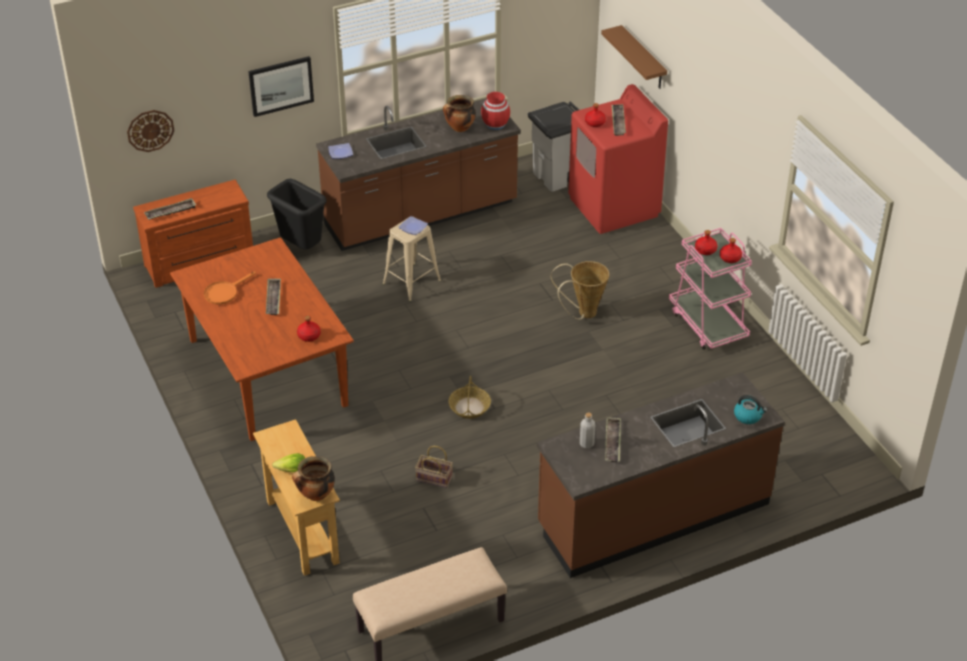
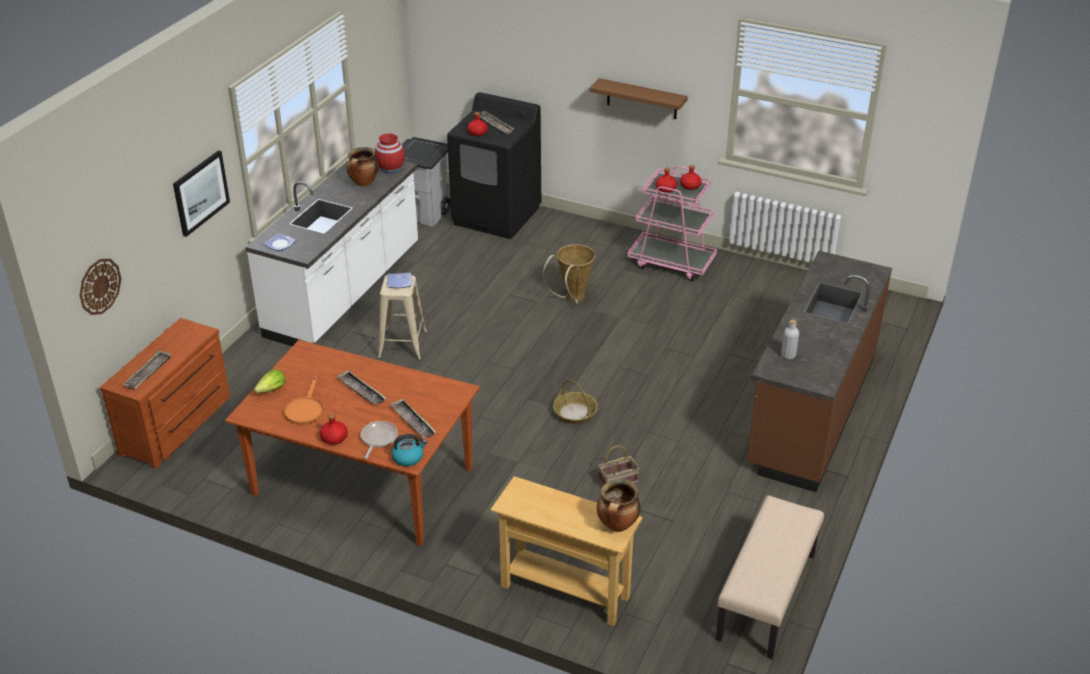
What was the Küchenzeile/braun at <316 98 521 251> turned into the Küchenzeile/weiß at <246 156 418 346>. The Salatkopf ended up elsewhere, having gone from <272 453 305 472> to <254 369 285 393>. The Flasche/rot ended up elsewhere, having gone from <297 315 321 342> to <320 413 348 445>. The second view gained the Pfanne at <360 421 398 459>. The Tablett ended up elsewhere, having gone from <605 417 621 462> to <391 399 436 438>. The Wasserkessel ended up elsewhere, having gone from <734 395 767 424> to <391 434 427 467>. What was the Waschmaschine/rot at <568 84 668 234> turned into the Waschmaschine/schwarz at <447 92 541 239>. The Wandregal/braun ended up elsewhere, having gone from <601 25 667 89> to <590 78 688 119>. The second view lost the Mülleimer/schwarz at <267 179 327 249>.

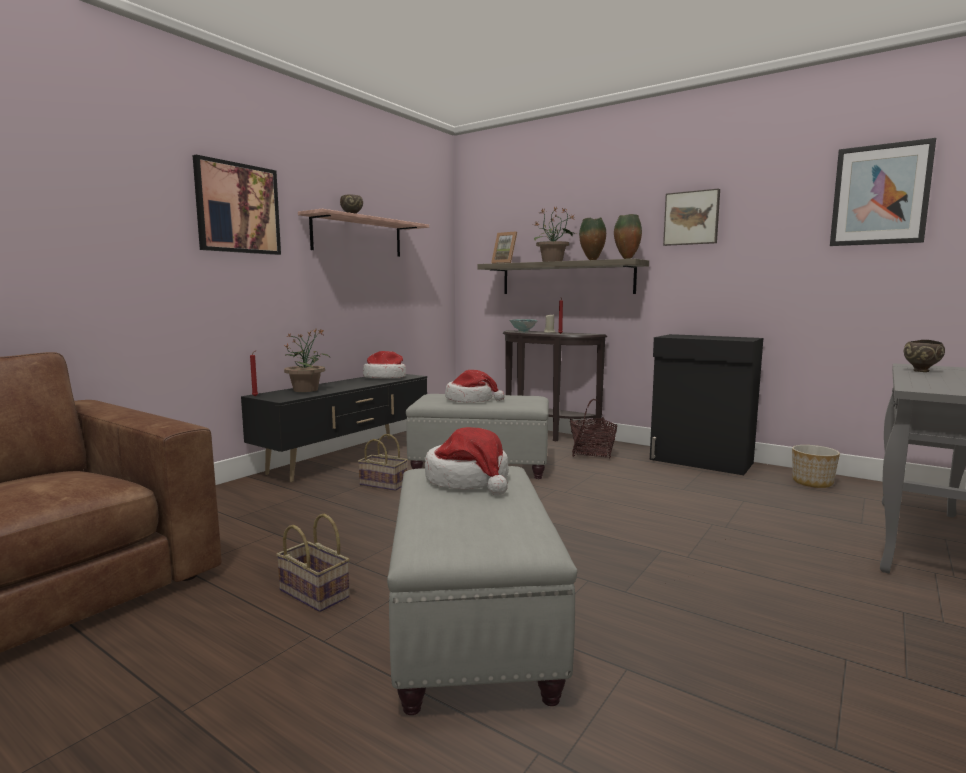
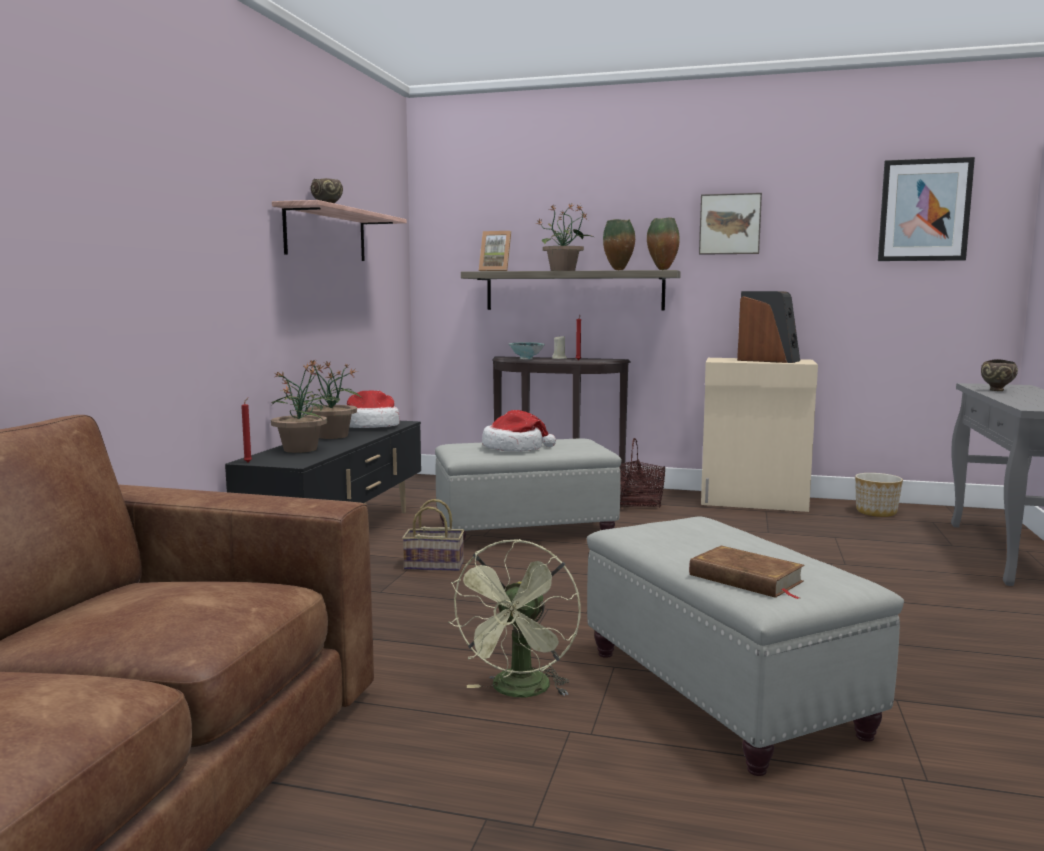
The second view gained the Topfpflanze at <303 360 363 439>. Where the Korb stood at <276 514 350 612>, the Ventilator/grün came to stand at <448 539 581 697>. The second view gained the Buch/braun at <689 546 805 599>. What was the Schrank/schwarz at <650 334 763 475> turned into the Schrank/beige at <701 358 818 512>. The second view gained the Lautsprecher at <737 291 800 363>. The second view lost the Bild at <193 155 281 255>. The second view lost the Hut at <425 427 509 496>.

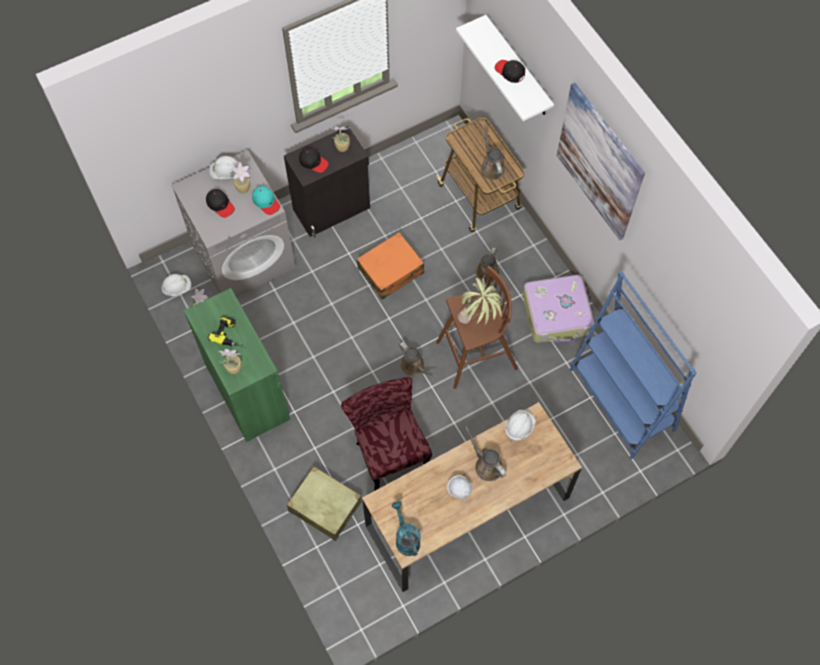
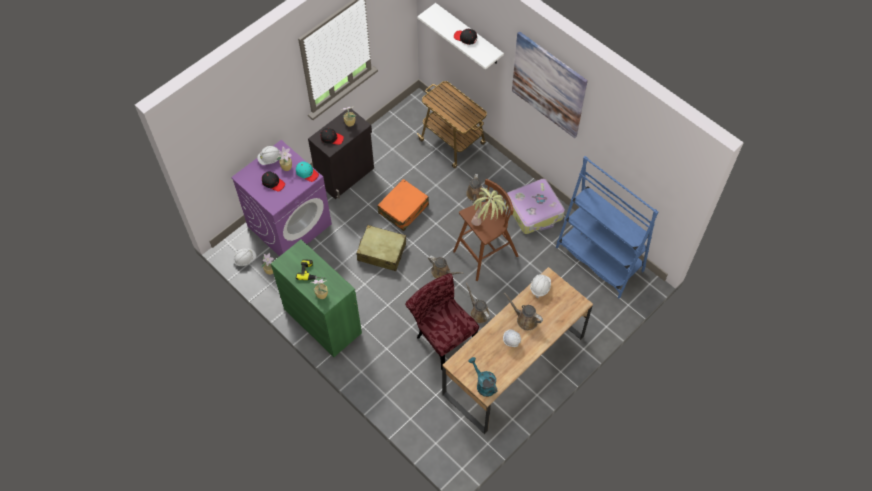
What was the Waschmaschine/grau at <171 150 296 297> turned into the Waschmaschine/lila at <231 140 332 256>. The Koffer/beige ended up elsewhere, having gone from <287 466 362 541> to <357 225 406 271>. The Gießkanne/braun ended up elsewhere, having gone from <481 123 505 180> to <466 283 490 324>.

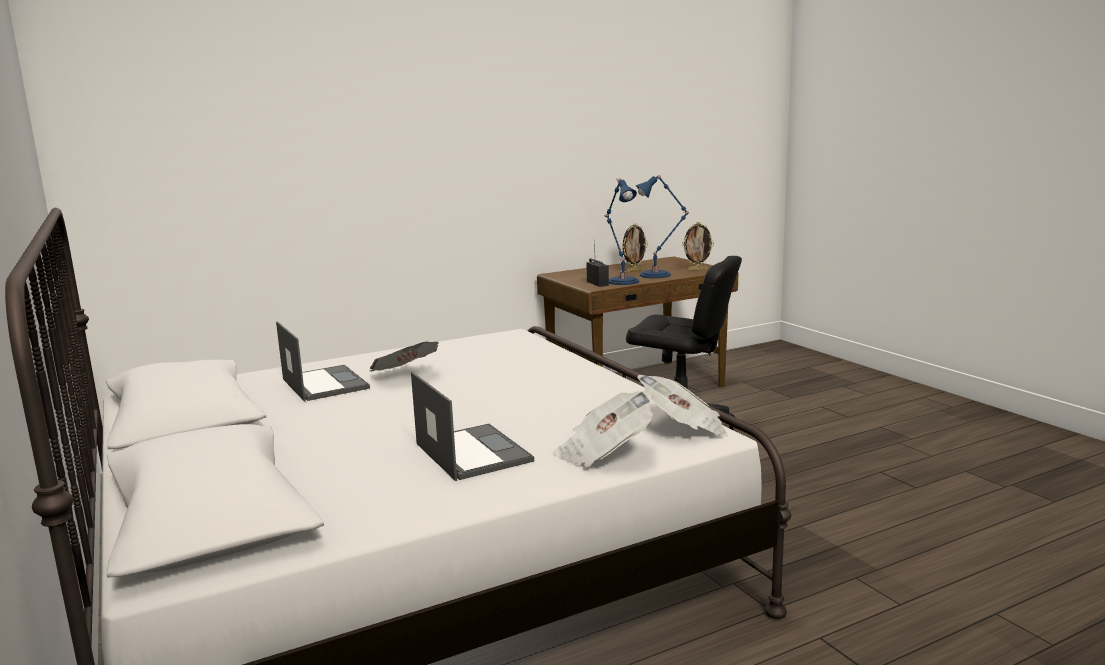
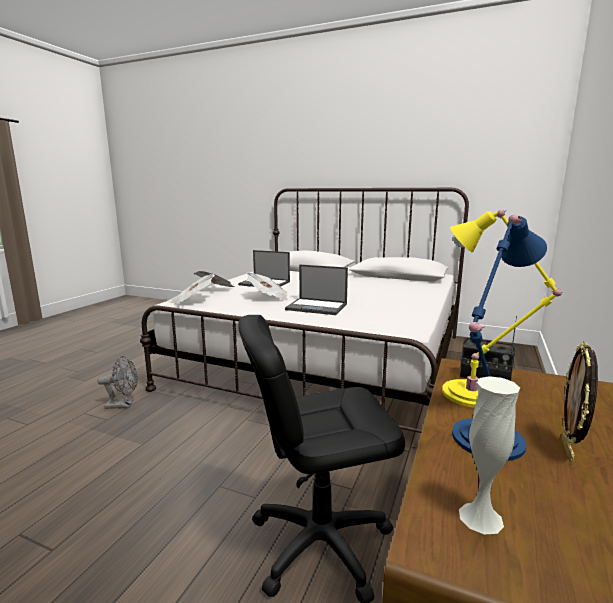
The second view gained the Ventilator/grau at <97 356 138 409>. The Zeitung ended up elsewhere, having gone from <370 342 439 371> to <247 272 288 301>. The Laptop ended up elsewhere, having gone from <276 322 370 401> to <285 265 348 315>. What was the Tischlampe/blau at <605 178 639 285> turned into the Tischlampe/gelb at <442 210 563 408>. Where the Bilderrahmen stood at <682 222 714 270>, the Vase/weiß came to stand at <459 376 520 534>.

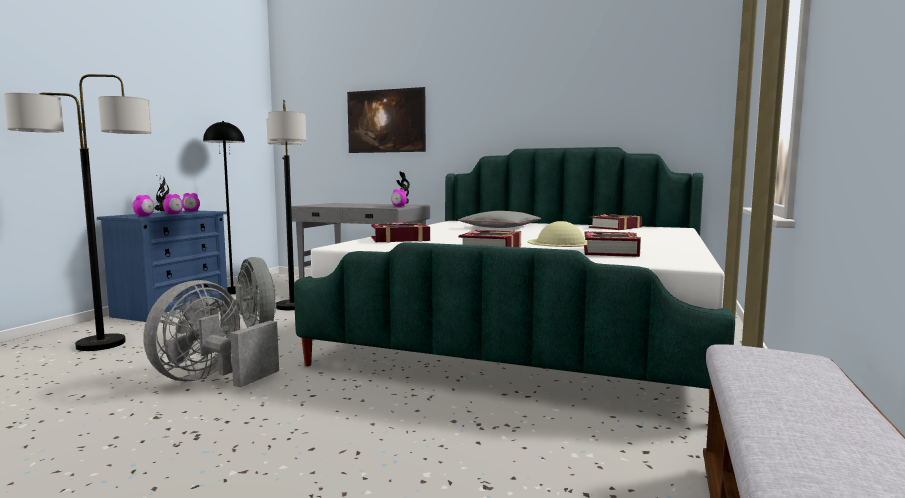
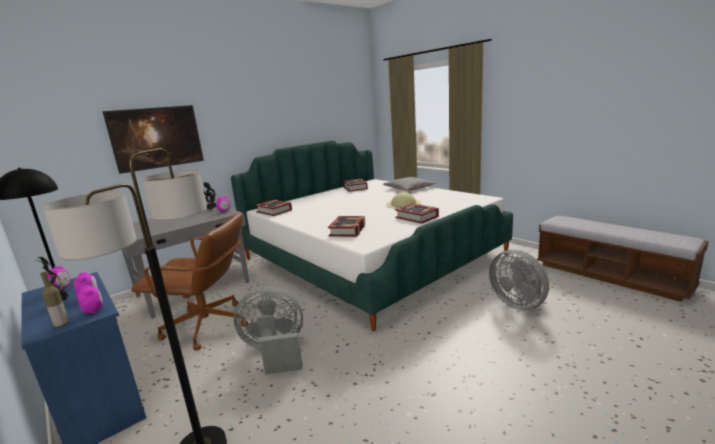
The second view gained the Flasche at <40 272 69 328>. Where the Stehlampe stood at <267 100 306 310>, the Bürostuhl/braun came to stand at <131 213 248 351>. The Buch ended up elsewhere, having gone from <584 231 641 257> to <255 200 292 216>. The Kissen/grau ended up elsewhere, having gone from <458 211 541 228> to <383 177 436 191>. The Ventilator/grau ended up elsewhere, having gone from <143 280 279 388> to <489 250 549 310>.

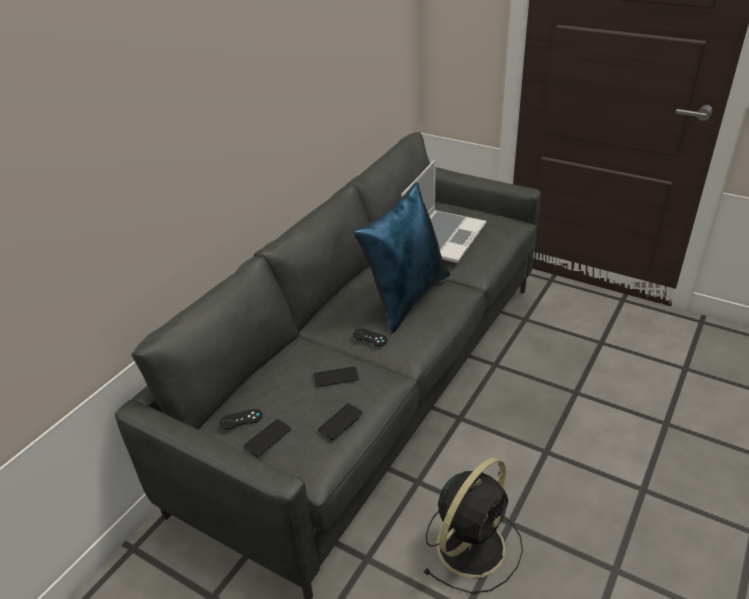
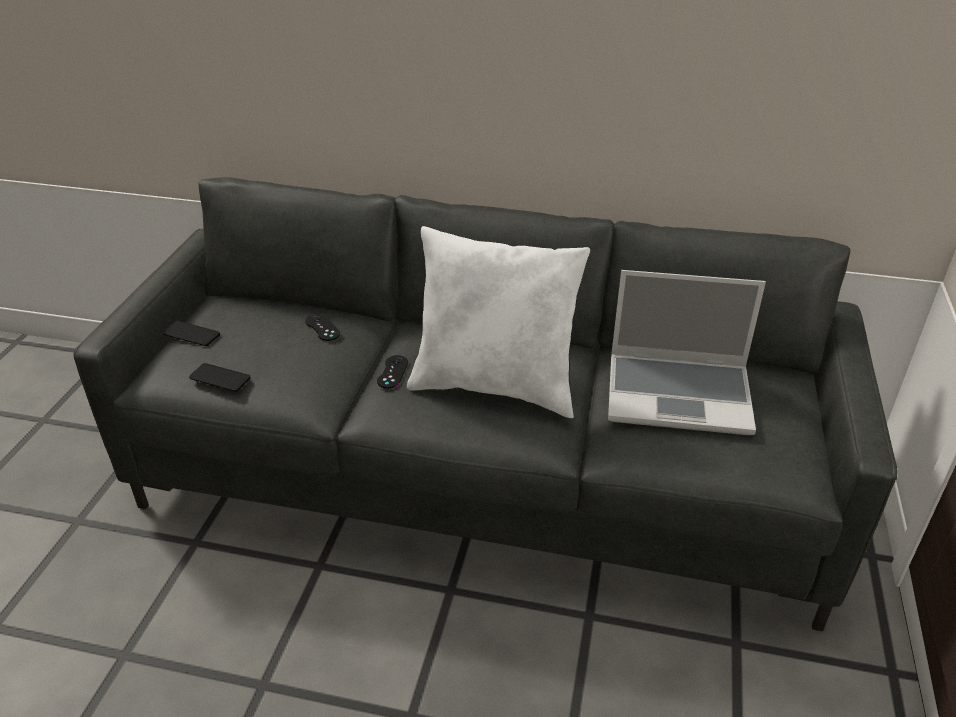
The Gamepad/schwarz ended up elsewhere, having gone from <220 409 263 430> to <305 314 340 341>. What was the Kissen/blau at <354 182 451 333> turned into the Kissen/weiß at <407 226 590 418>. The second view lost the Handy at <314 367 359 387>. The second view lost the Ventilator/schwarz at <423 457 523 594>.

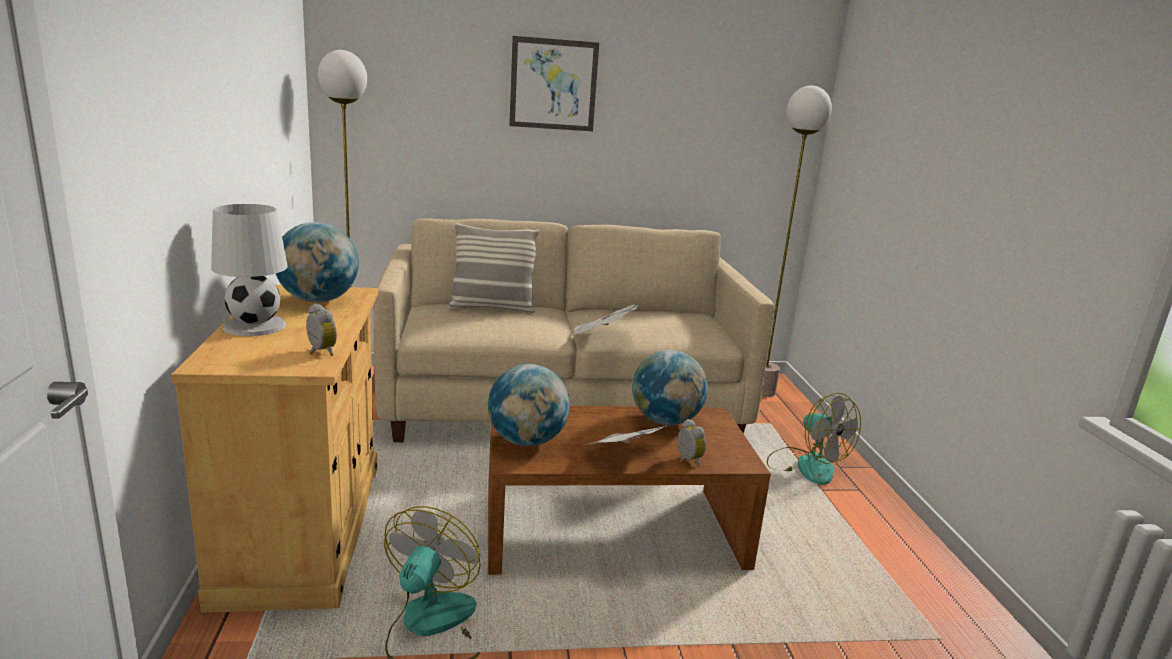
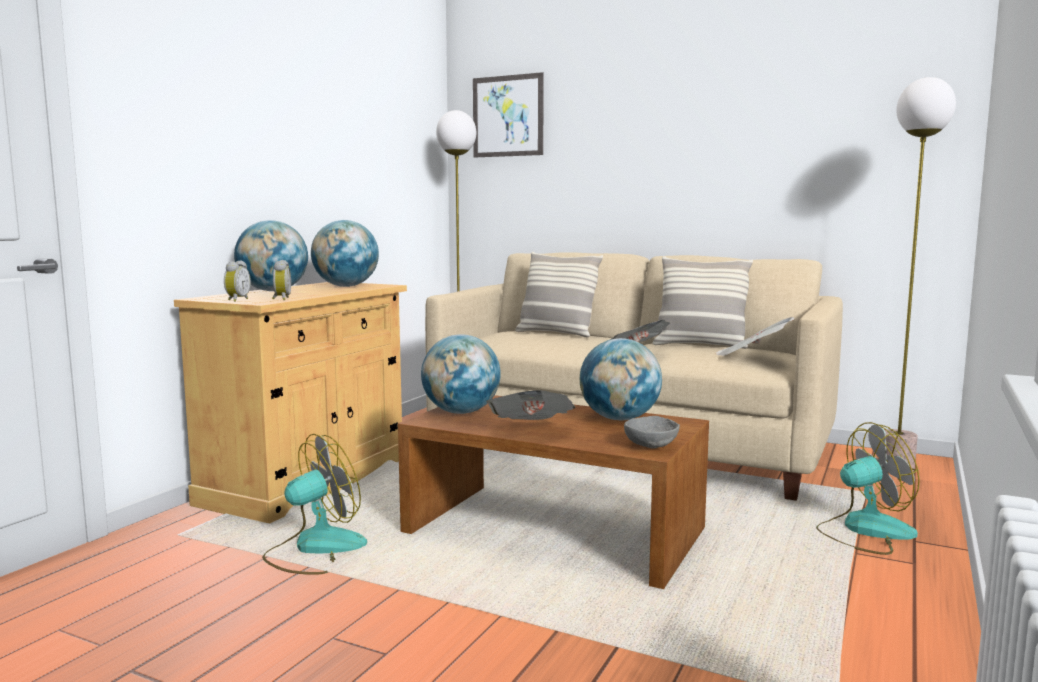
The Wecker ended up elsewhere, having gone from <678 419 706 466> to <224 260 251 302>. Where the Tischlampe/weiß stood at <211 204 288 336>, the Globus came to stand at <234 220 308 291>. The Bild ended up elsewhere, having gone from <509 36 599 131> to <473 72 544 158>. The second view gained the Schüssel/grau at <624 416 680 449>. The second view gained the Kissen at <653 256 753 349>. The second view gained the Zeitung at <716 317 794 356>. The Ventilator at <767 393 861 485> ended up facing another way, 105 degrees counterclockwise from before.

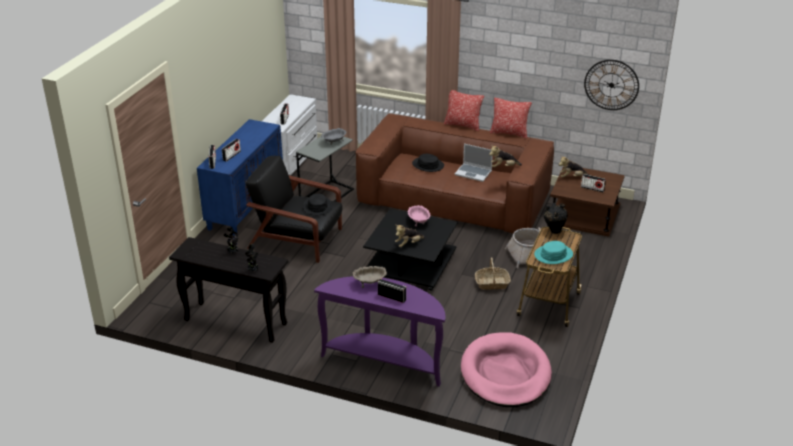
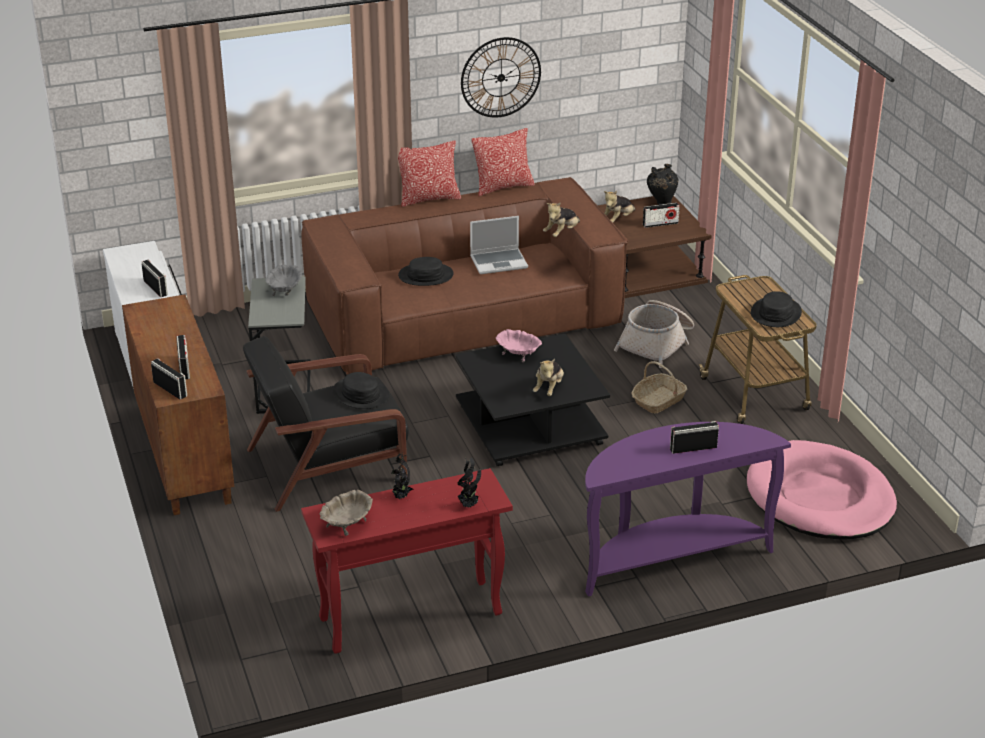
What was the Schrank/blau at <197 119 283 236> turned into the Schrank/braun at <122 294 234 515>. What was the Konsolentisch/schwarz at <169 237 288 343> turned into the Konsolentisch/rot at <301 468 513 654>. The Schüssel/beige ended up elsewhere, having gone from <353 266 387 288> to <320 490 373 536>. The Wanduhr ended up elsewhere, having gone from <584 60 639 110> to <461 37 541 118>. The Vase/schwarz ended up elsewhere, having gone from <543 202 568 234> to <647 164 678 205>. What was the Hut/türkis at <534 241 573 264> turned into the Hut/schwarz at <751 291 802 327>.

